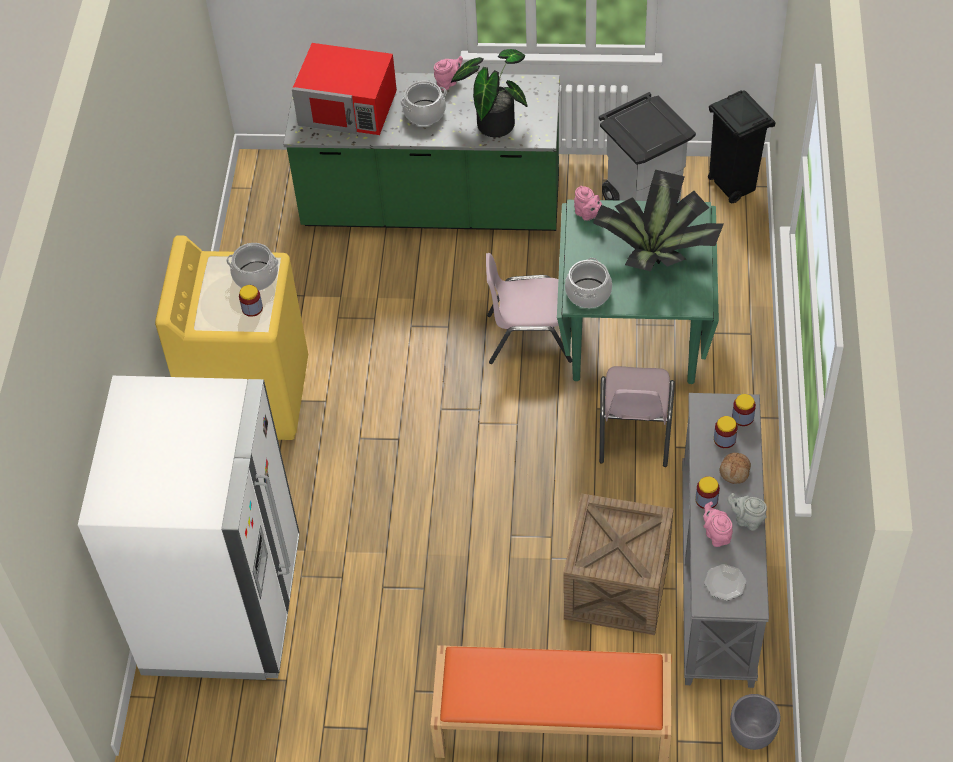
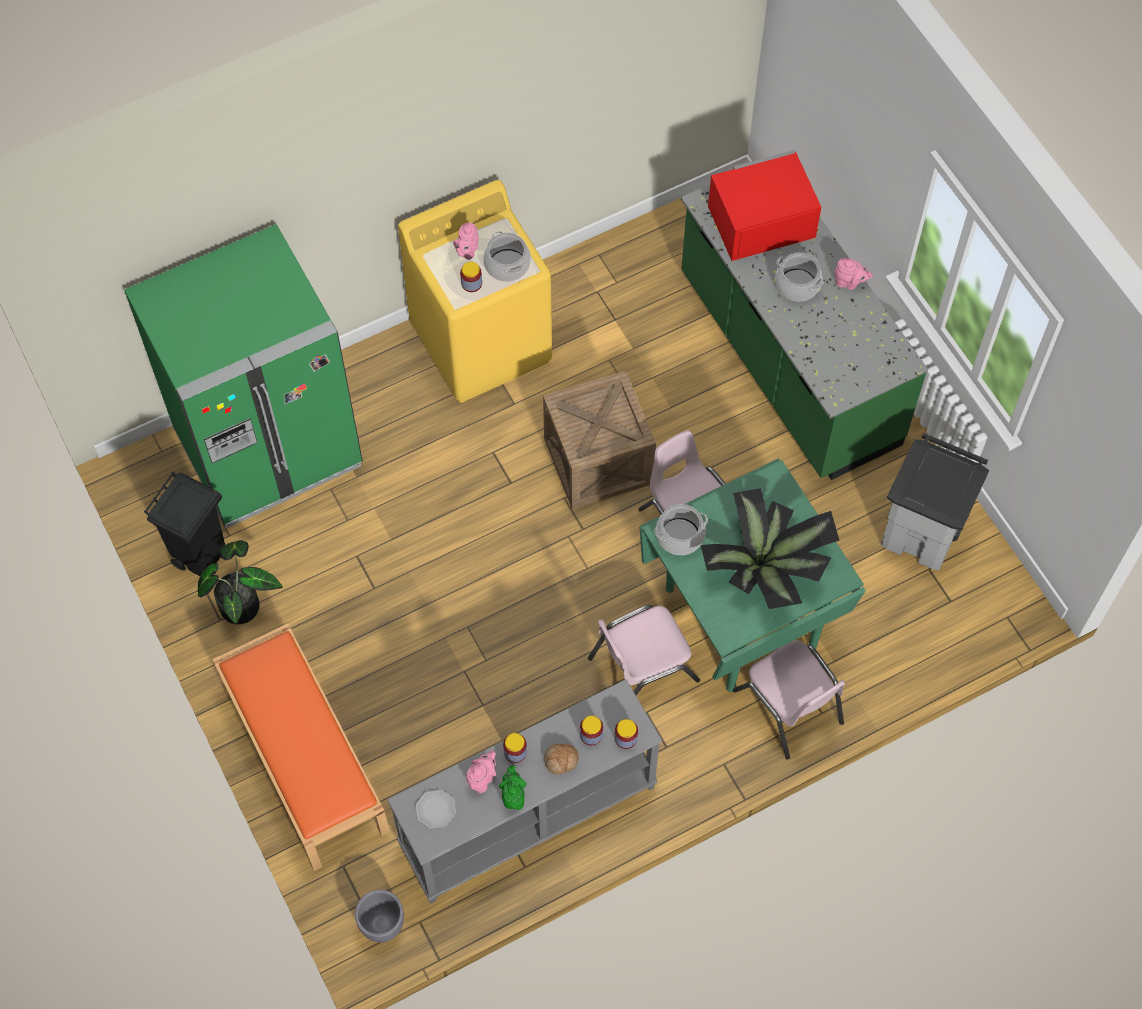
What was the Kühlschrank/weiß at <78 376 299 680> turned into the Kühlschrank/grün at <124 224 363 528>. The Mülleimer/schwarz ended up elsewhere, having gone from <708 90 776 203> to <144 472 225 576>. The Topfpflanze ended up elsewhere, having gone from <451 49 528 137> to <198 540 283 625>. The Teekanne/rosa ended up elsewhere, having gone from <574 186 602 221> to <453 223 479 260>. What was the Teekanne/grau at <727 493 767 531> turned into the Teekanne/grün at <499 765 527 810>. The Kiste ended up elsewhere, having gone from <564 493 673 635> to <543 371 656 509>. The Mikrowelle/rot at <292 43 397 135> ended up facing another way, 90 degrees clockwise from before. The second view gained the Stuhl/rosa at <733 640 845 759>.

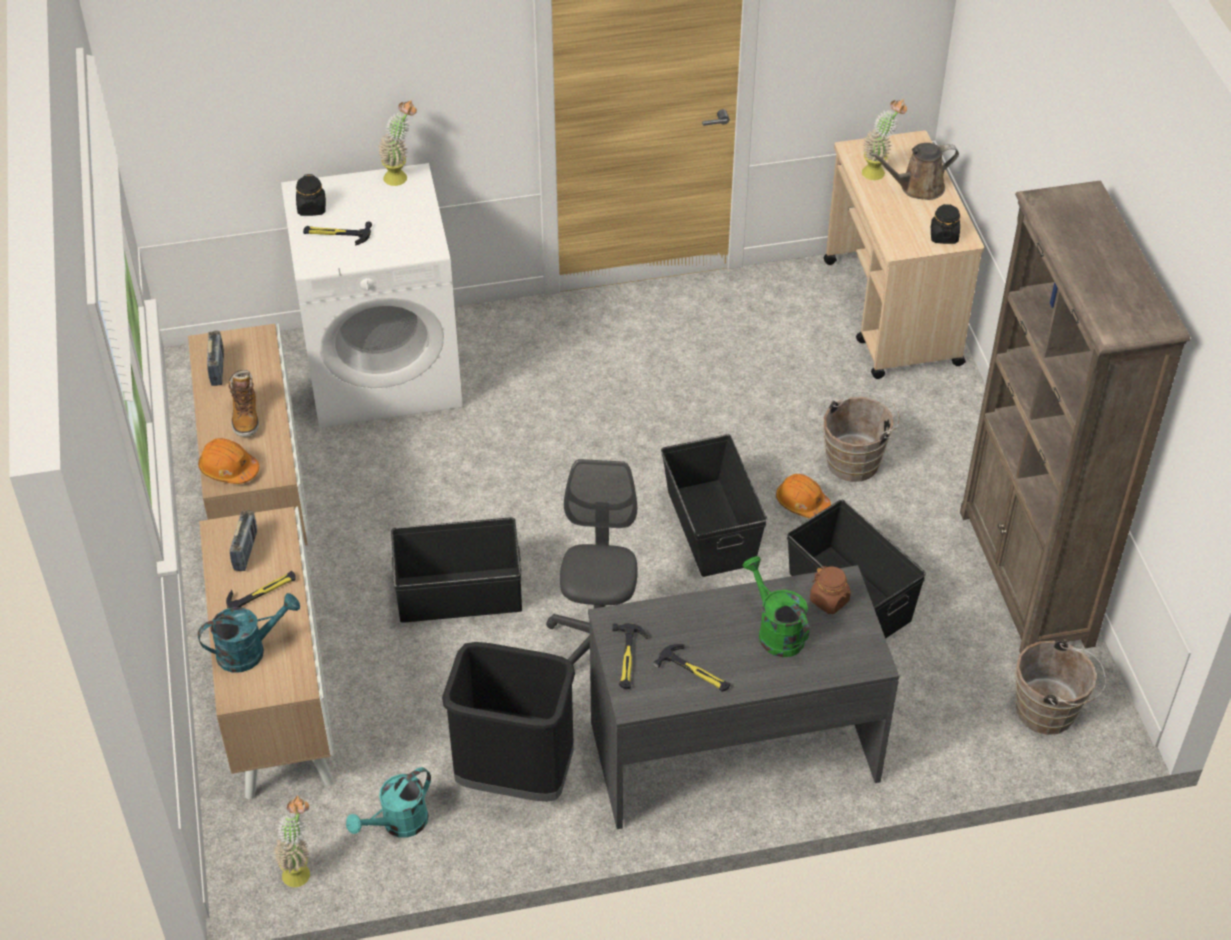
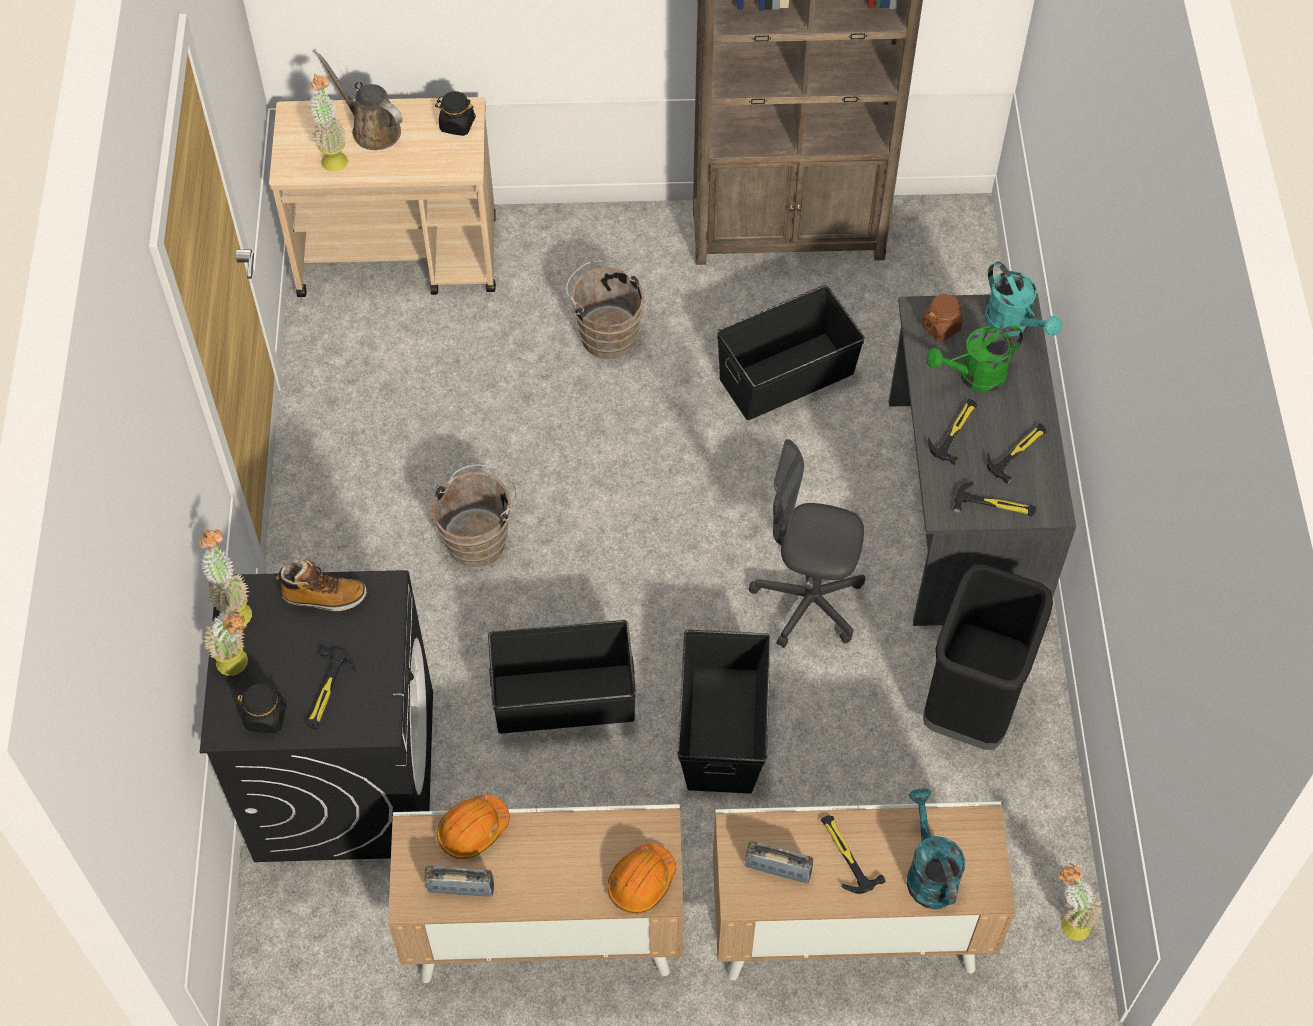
What was the Waschmaschine/weiß at <281 163 463 428> turned into the Waschmaschine/schwarz at <200 570 433 862>. The second view gained the Topfpflanze at <204 609 248 676>. The Stiefel ended up elsewhere, having gone from <229 370 259 437> to <276 559 367 611>. The Gießkanne/braun at <869 143 959 200> ended up facing another way, 135 degrees clockwise from before. The Eimer/braun ended up elsewhere, having gone from <1015 639 1106 735> to <431 464 517 567>. The Schutzhelm/orange ended up elsewhere, having gone from <776 474 831 519> to <437 794 510 859>. The Aufbewahrungsbox/schwarz ended up elsewhere, having gone from <661 434 767 577> to <488 620 636 734>. The second view gained the Hammer at <928 399 977 465>. The Gießkanne/türkis ended up elsewhere, having gone from <346 767 431 838> to <985 262 1062 337>.

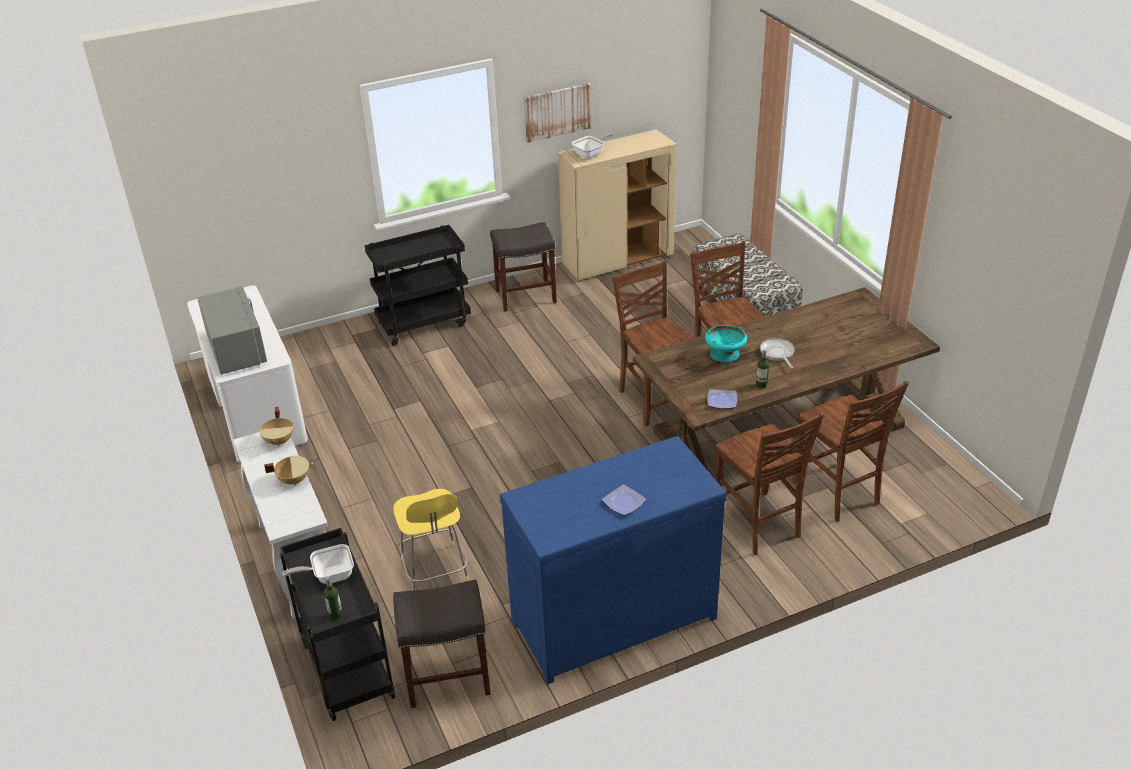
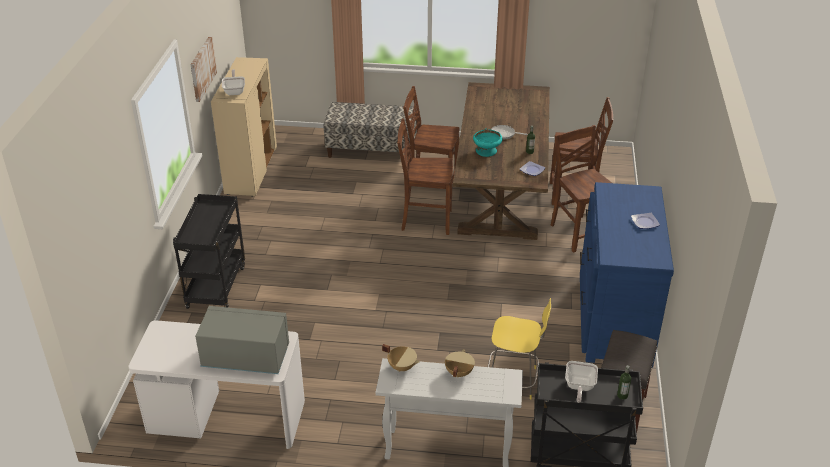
The Stuhl/braun at <715 412 824 555> ended up facing another way, 120 degrees counterclockwise from before. The second view lost the Hocker/grau at <490 222 557 312>.

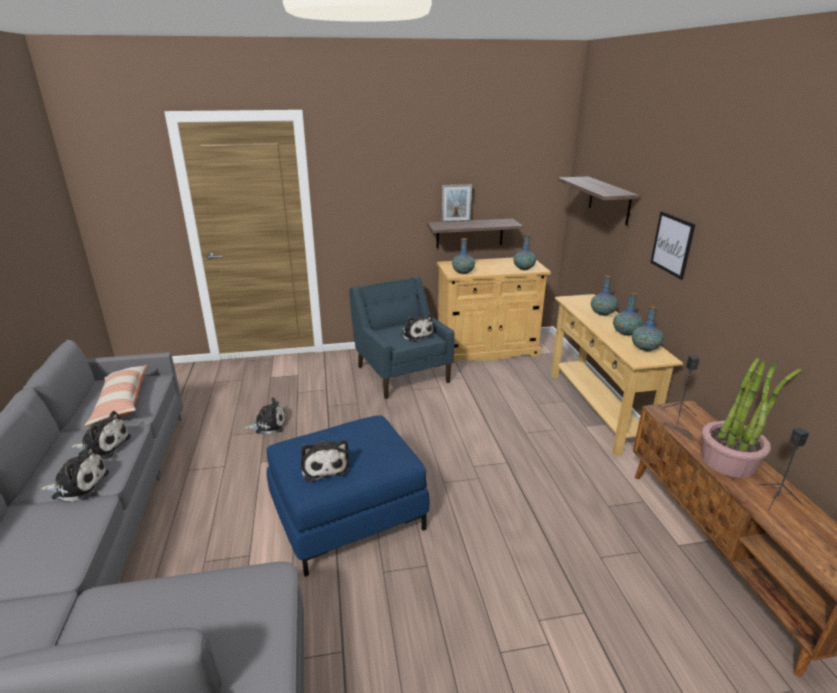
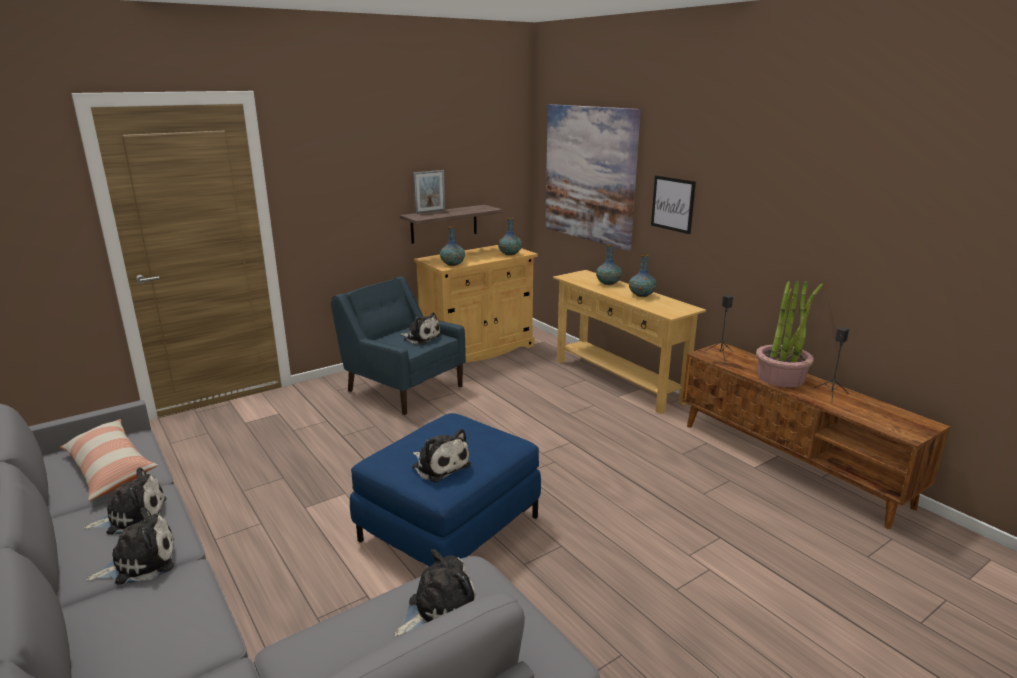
The Plüschtier ended up elsewhere, having gone from <244 397 286 434> to <395 549 478 637>. Where the Wandregal hung at <558 176 639 226>, the Bild came to hang at <545 104 641 251>. The second view lost the Vase at <632 306 664 351>.

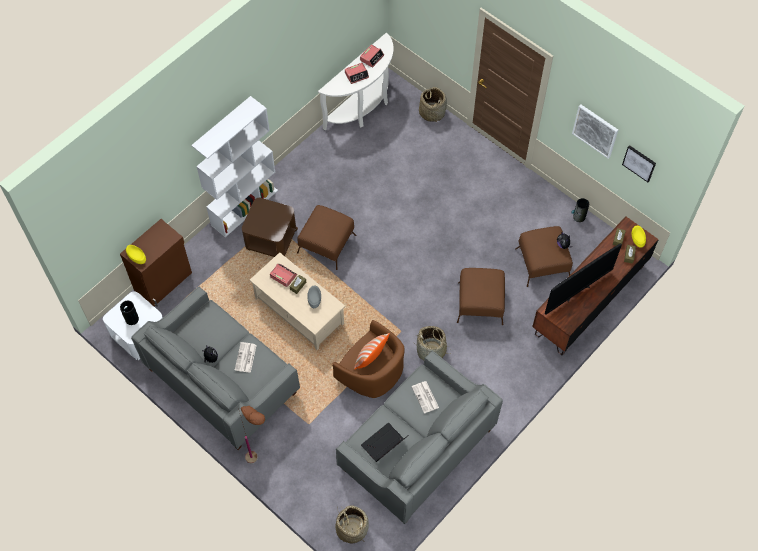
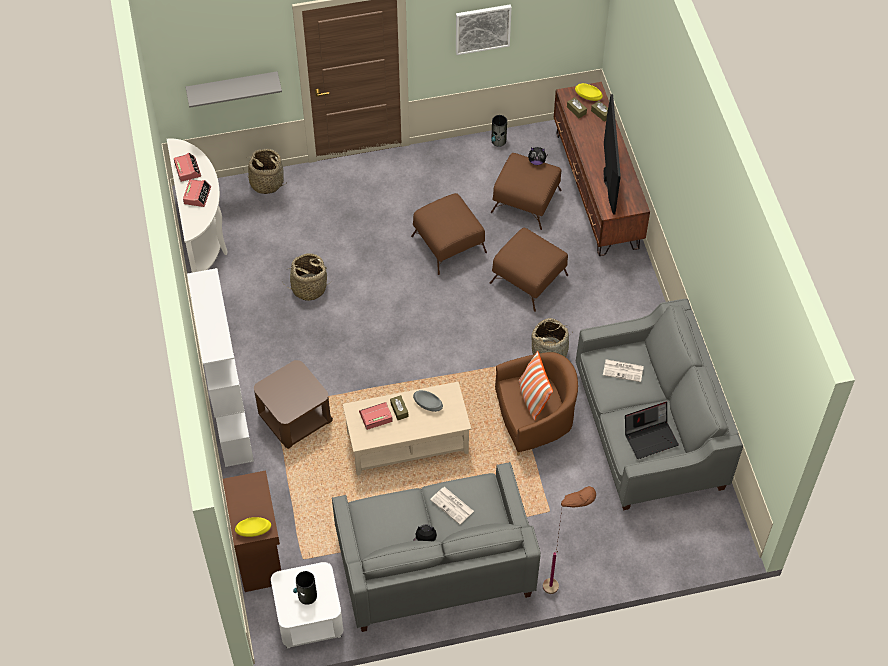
The second view gained the Wandregal/grau at <186 71 282 108>. The Korb ended up elsewhere, having gone from <336 505 369 544> to <283 253 331 301>. The Polsterhocker/braun ended up elsewhere, having gone from <297 205 356 270> to <411 193 487 275>. The Laptop at <361 423 409 462> ended up facing another way, 105 degrees counterclockwise from before. The second view lost the Bild at <622 145 656 182>.

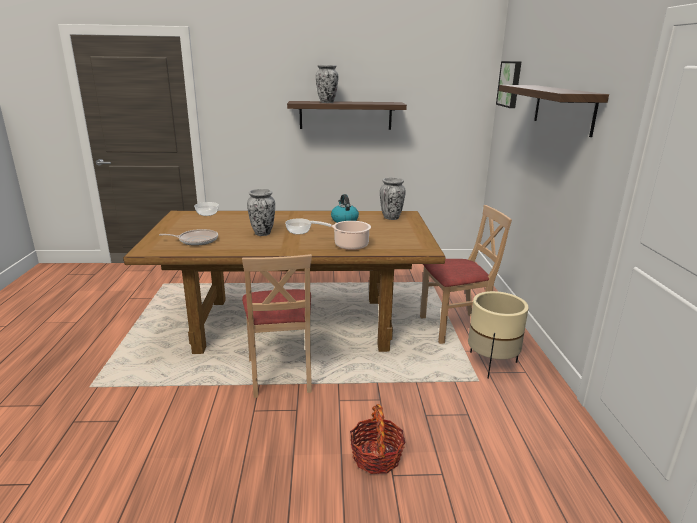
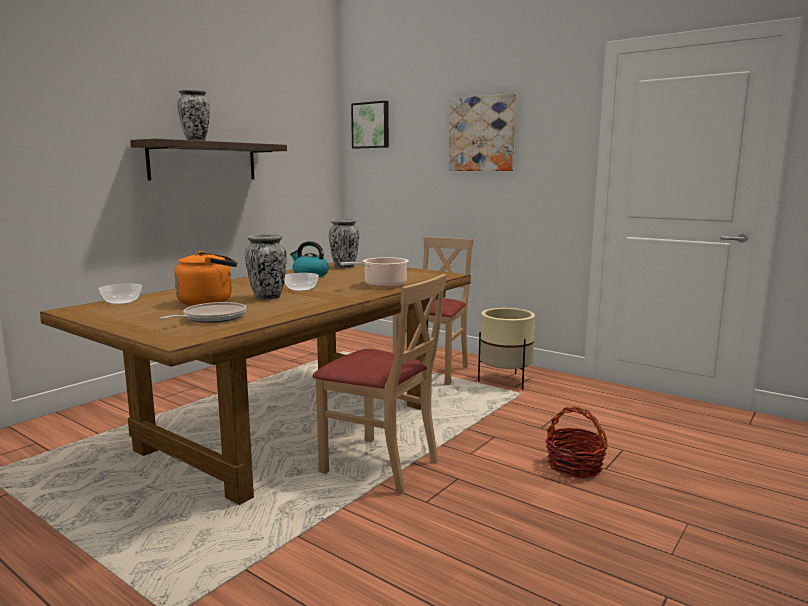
The second view gained the Wasserkessel/orange at <174 251 237 306>. Where the Wandregal hung at <499 85 609 137>, the Bild came to hang at <449 93 516 171>.

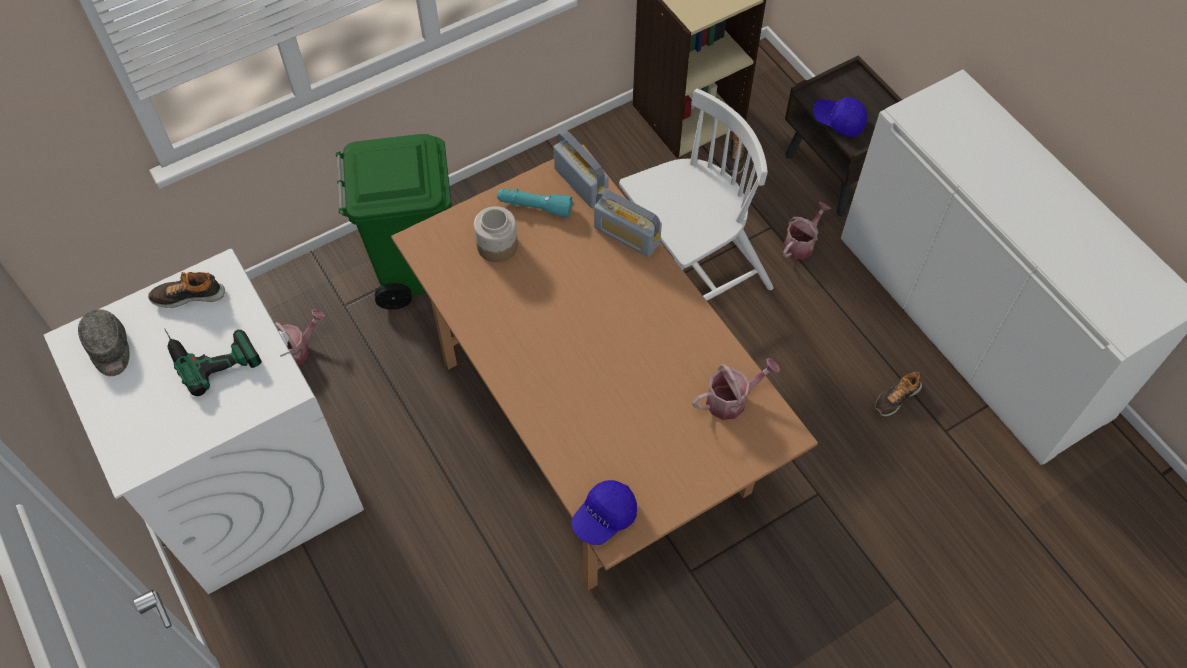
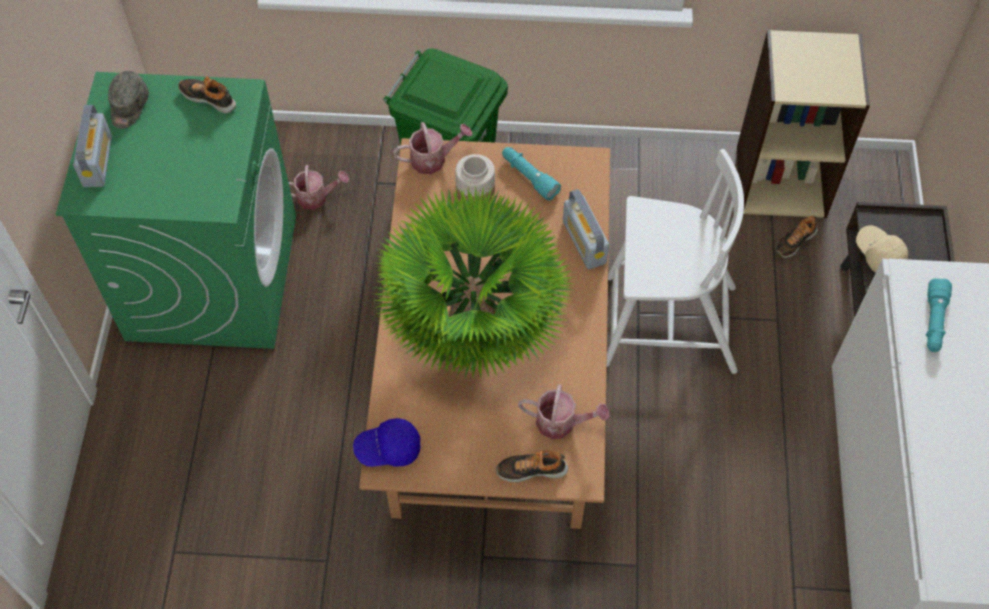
What was the Waschmaschine/weiß at <44 249 364 594> turned into the Waschmaschine/grün at <56 72 296 349>. The Radio ended up elsewhere, having gone from <553 130 609 208> to <73 105 112 187>. The second view gained the Topfpflanze at <373 187 575 378>. The Gießkanne ended up elsewhere, having gone from <783 202 831 259> to <393 122 472 174>. The Schuh ended up elsewhere, having gone from <875 372 922 416> to <496 450 568 482>. What was the Kappe/blau at <813 97 867 137> turned into the Kappe/beige at <856 225 908 273>. The second view gained the Taschenlampe/türkis at <926 278 952 352>. The second view lost the Bohrmaschine at <164 328 262 396>.

